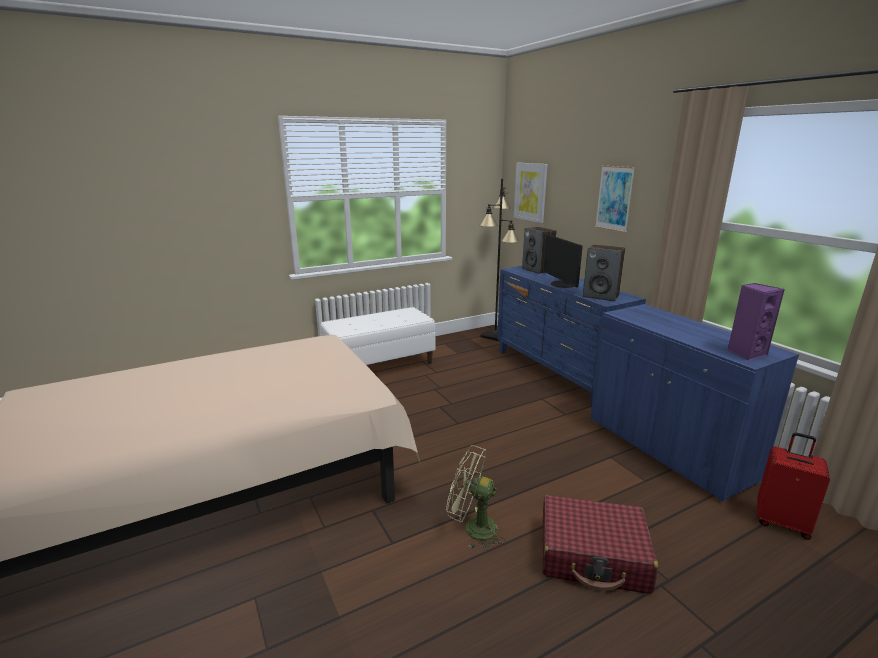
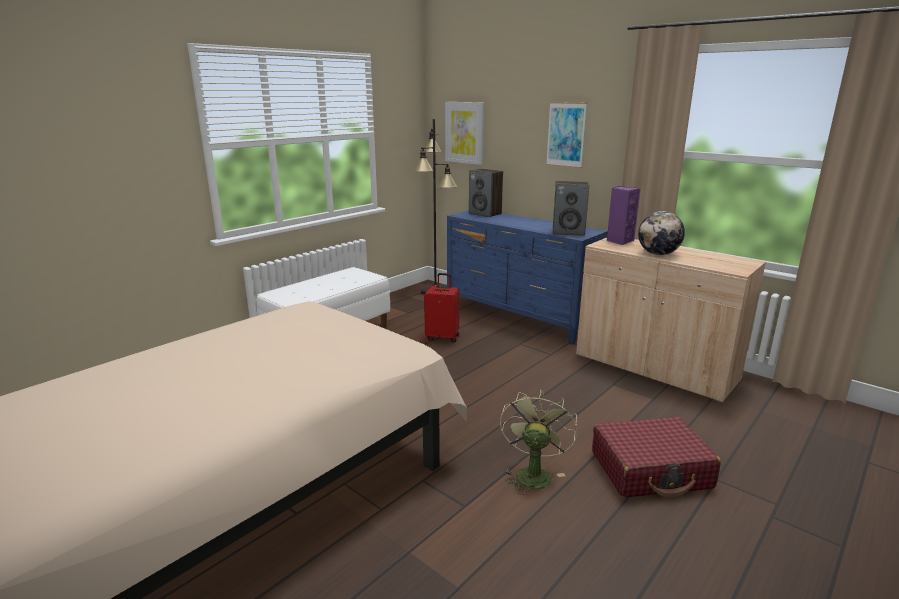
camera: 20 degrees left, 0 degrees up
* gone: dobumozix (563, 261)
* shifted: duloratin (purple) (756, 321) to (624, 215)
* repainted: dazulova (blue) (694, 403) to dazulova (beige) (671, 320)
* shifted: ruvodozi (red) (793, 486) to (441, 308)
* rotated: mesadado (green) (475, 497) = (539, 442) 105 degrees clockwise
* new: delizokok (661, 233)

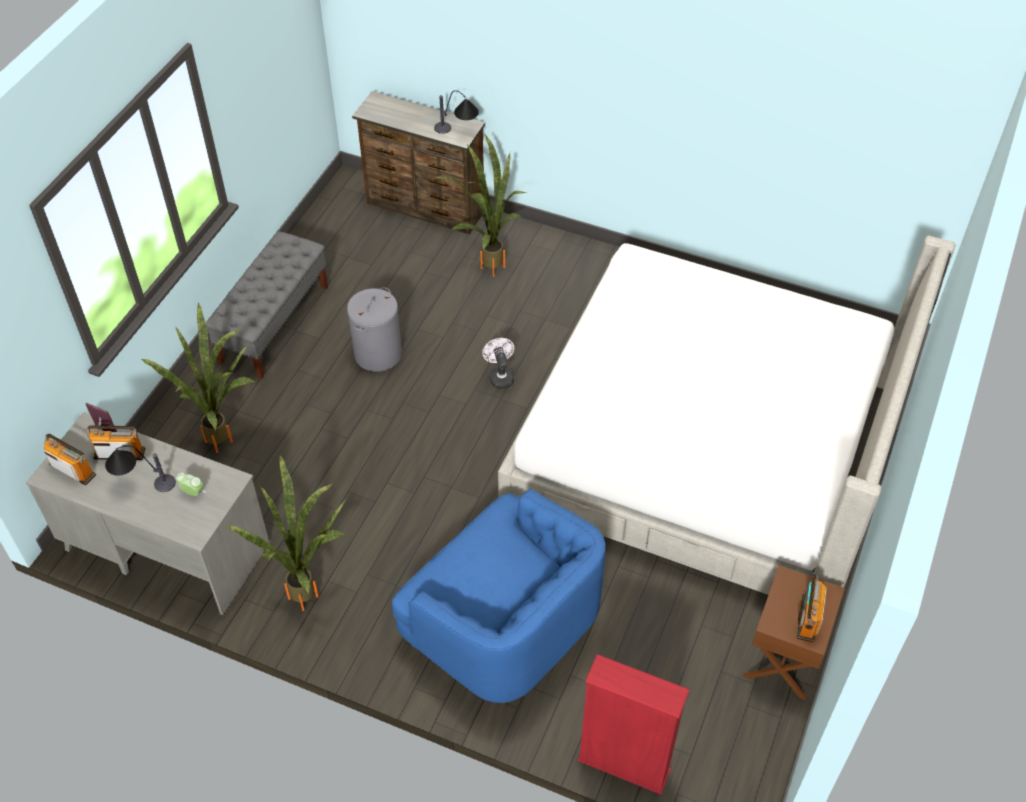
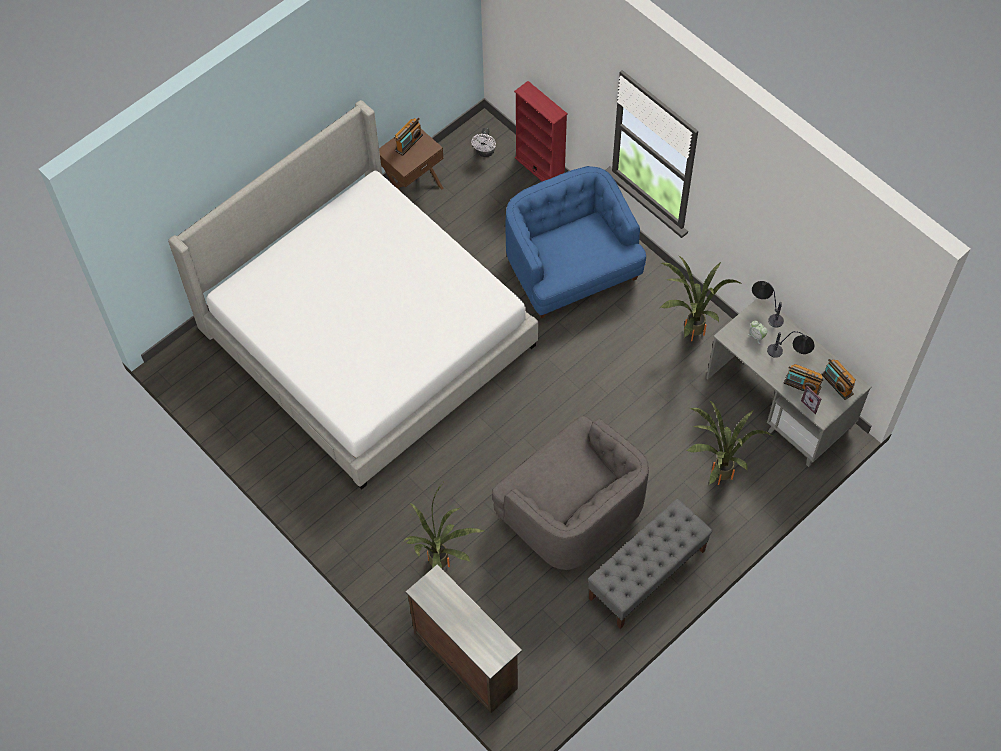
camera: 155 degrees left, 10 degrees up
* shifted: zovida (456, 112) to (768, 304)
* swapped: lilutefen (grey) (374, 329) to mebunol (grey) (570, 493)
* shifted: mesadado (white) (498, 363) to (483, 142)

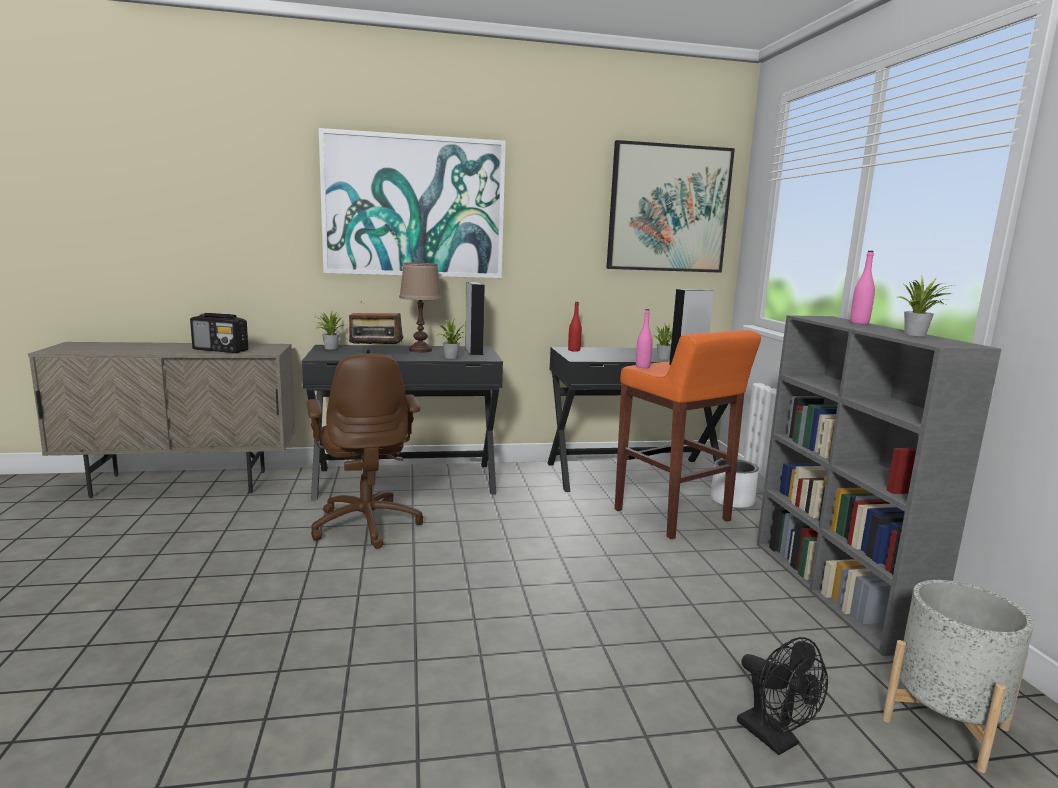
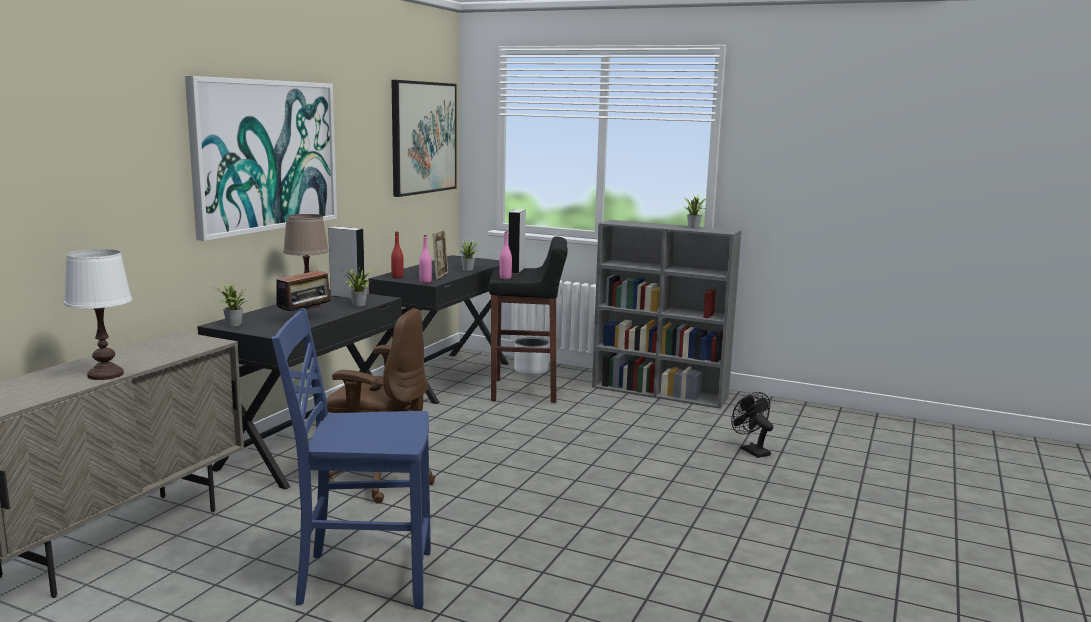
camera: 55 degrees left, 0 degrees up
* shifted: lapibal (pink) (862, 287) to (425, 259)
* gone: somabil (219, 333)
* repainted: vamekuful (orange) (688, 434) to vamekuful (black) (528, 320)
* gone: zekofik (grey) (958, 676)
* rotated: mesadado (black) (782, 696) = (752, 425) 120 degrees counterclockwise
* new: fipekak (440, 254)
* new: zovida (white) (98, 314)
* new: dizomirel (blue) (351, 458)

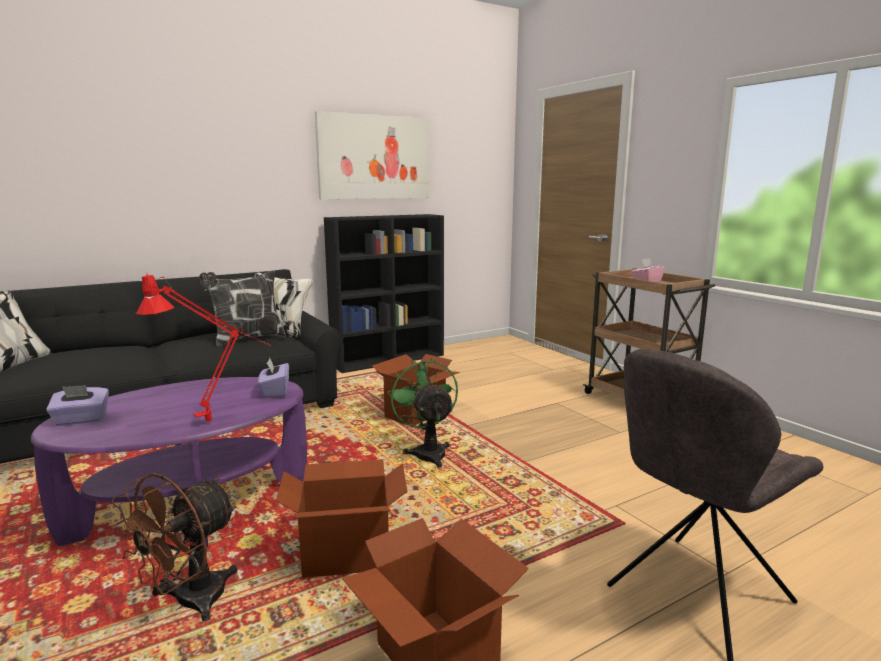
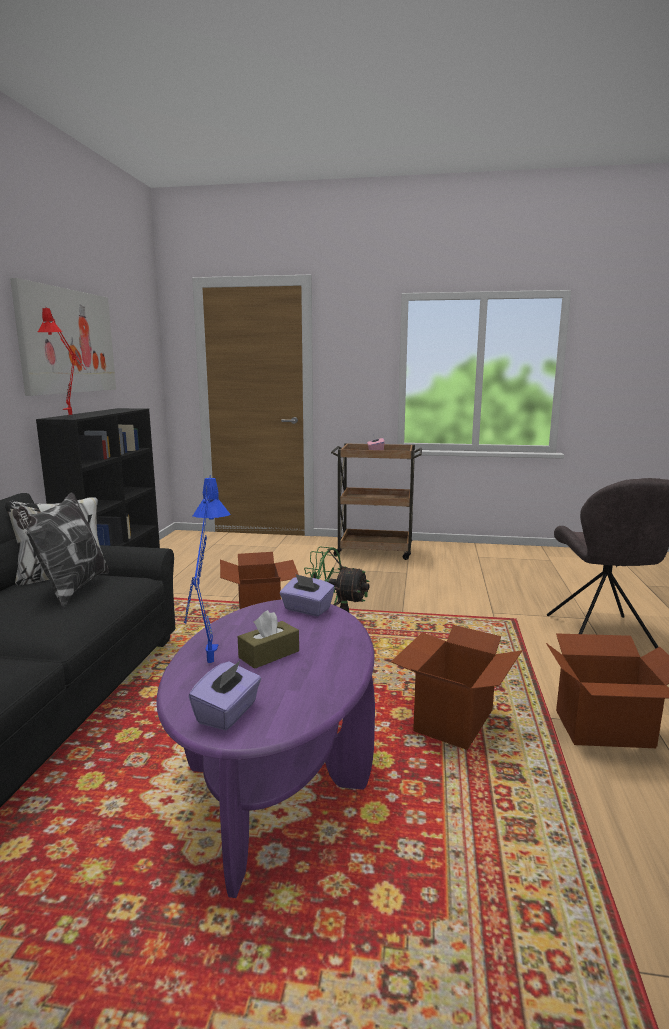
camera: 50 degrees left, 0 degrees up
* shifted: zovida (red) (203, 348) to (62, 361)
* gone: mesadado (brown) (174, 547)
* new: zovida (blue) (207, 570)
* new: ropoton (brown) (268, 639)

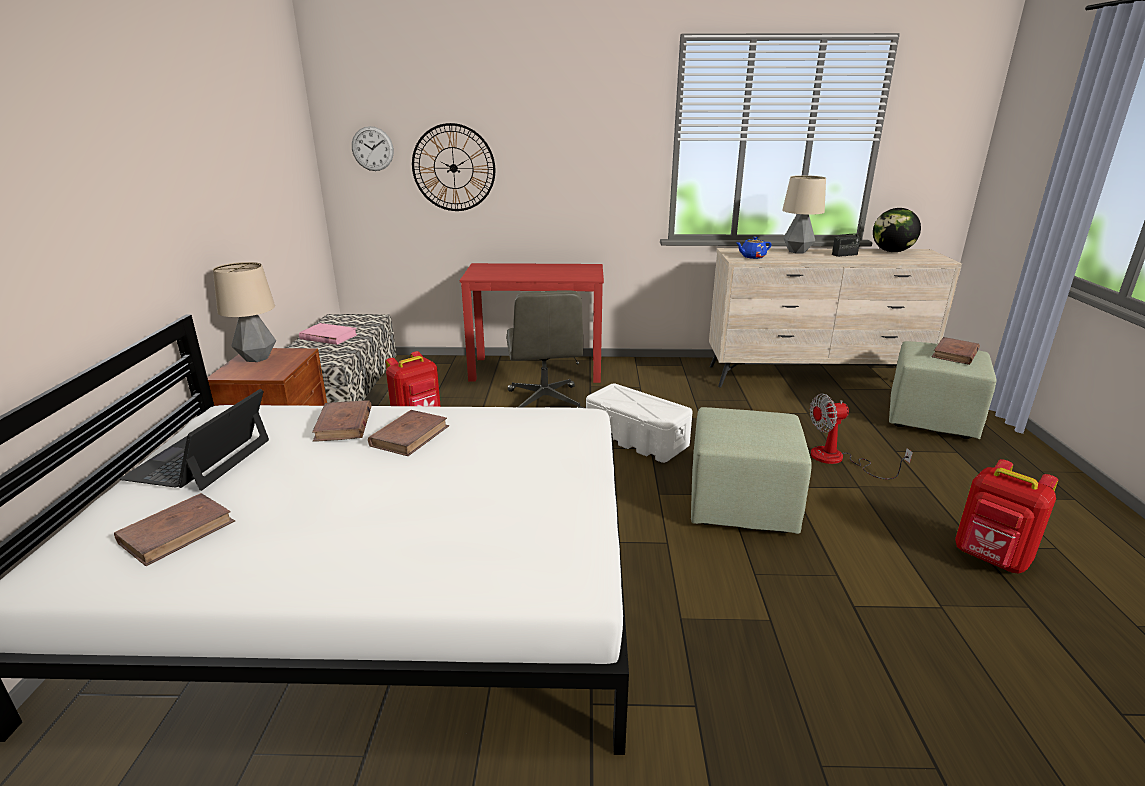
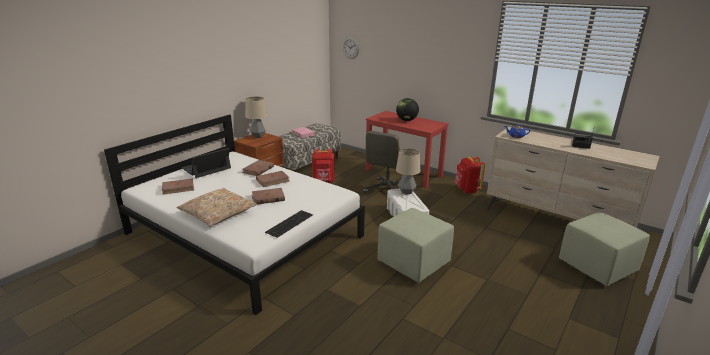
camera: 35 degrees right, 0 degrees up
* gone: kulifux (453, 167)
* shifted: zovida (804, 214) to (408, 171)
* shifted: delizokok (897, 230) to (407, 109)
* shifted: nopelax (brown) (956, 351) to (268, 196)
* gone: mesadado (861, 437)
* shifted: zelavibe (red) (1006, 516) to (470, 174)
* new: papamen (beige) (216, 207)
* new: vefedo (289, 224)

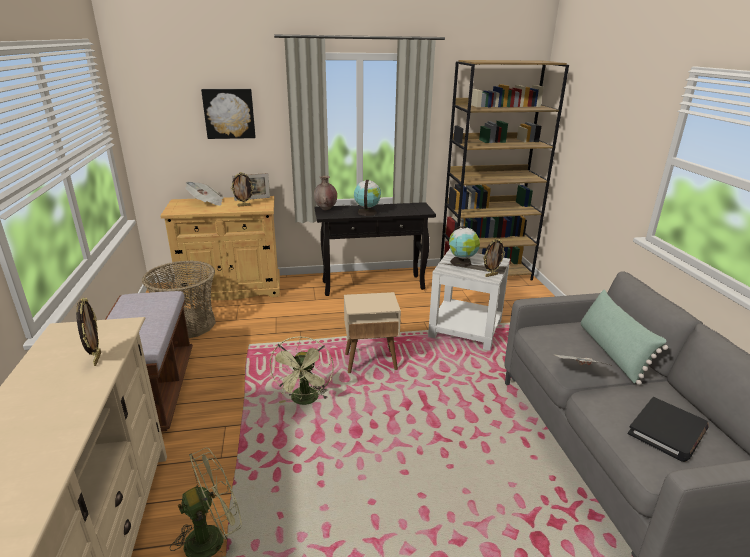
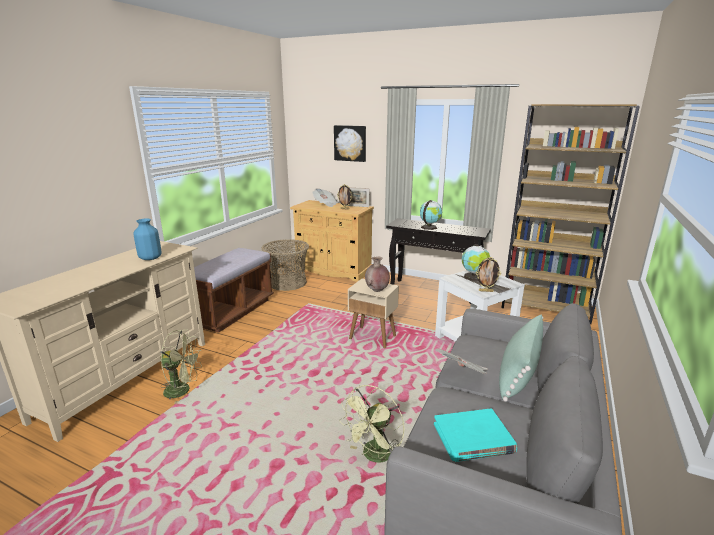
camera: 35 degrees right, 5 degrees down
* shifted: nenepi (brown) (325, 193) to (377, 274)
* swapped: fipekak (88, 331) to nenepi (blue) (148, 239)
* shifted: mesadado (green) (301, 370) to (371, 424)
* repainted: nopelax (black) (668, 429) to nopelax (turquoise) (475, 435)

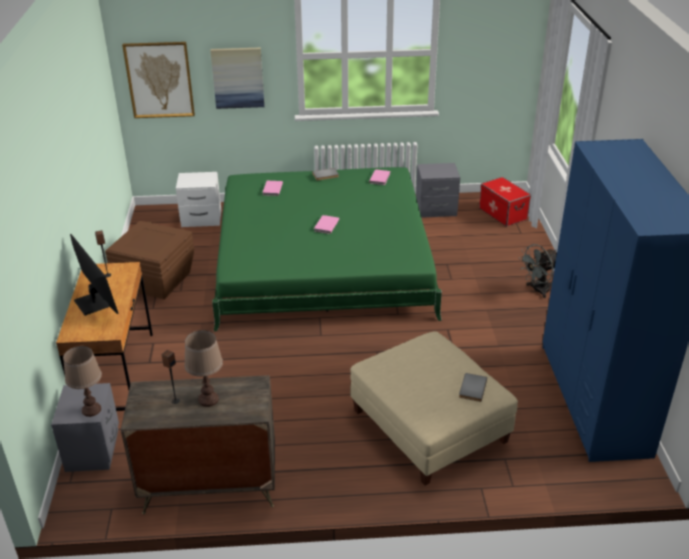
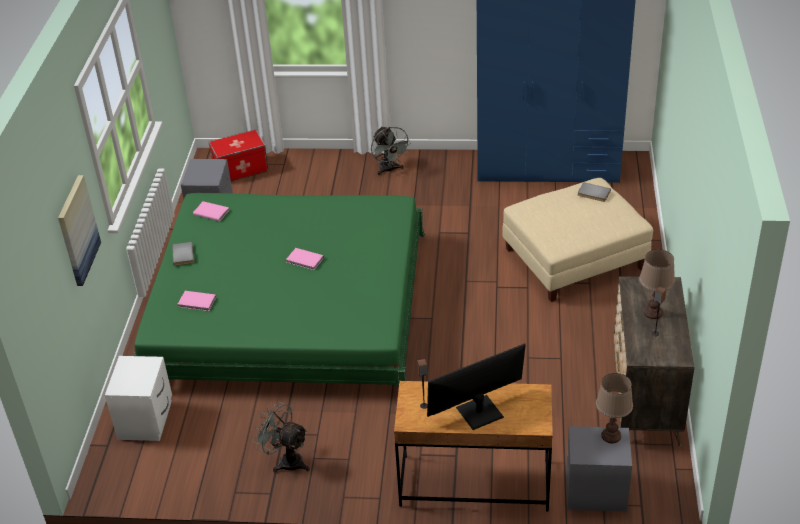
camera: 80 degrees left, 5 degrees up
* gone: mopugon (158, 80)
* swapped: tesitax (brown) (149, 260) to mesadado (grey) (281, 437)

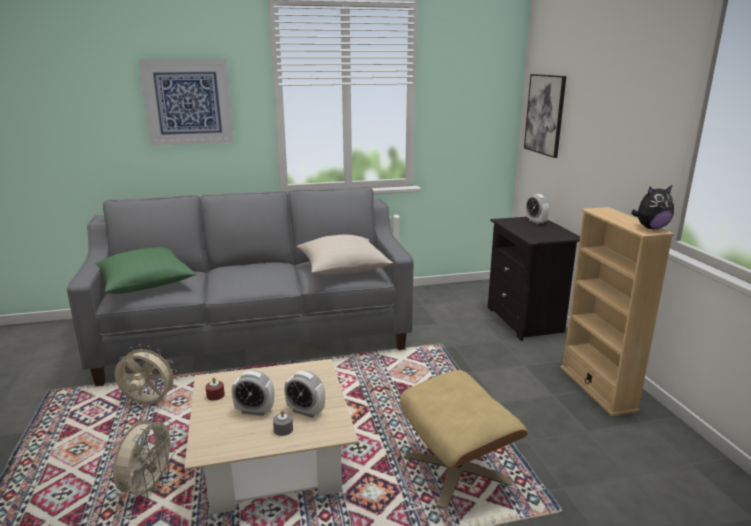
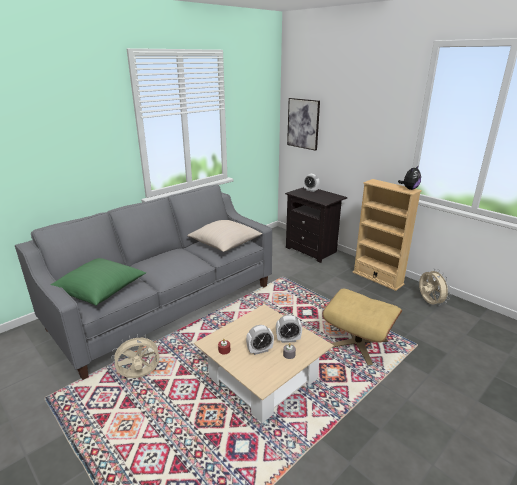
camera: 30 degrees left, 5 degrees up
* gone: mopugon (186, 102)
* shifted: mesadado (beige) (144, 458) to (435, 288)

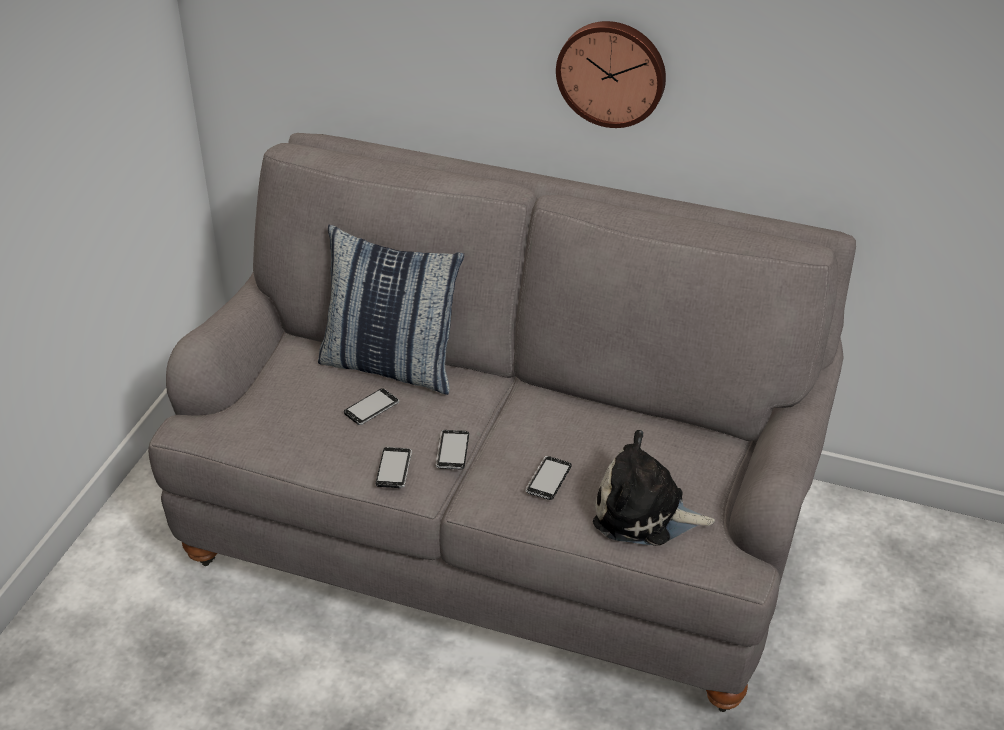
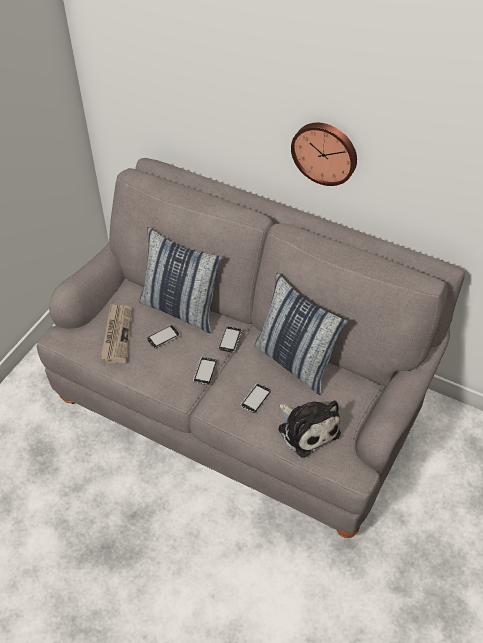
camera: 10 degrees right, 10 degrees up
* rotated: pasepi (654, 488) = (309, 429) 150 degrees counterclockwise
* shifted: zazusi (394, 467) to (230, 339)
* new: papamen (301, 333)
* new: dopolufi (116, 333)

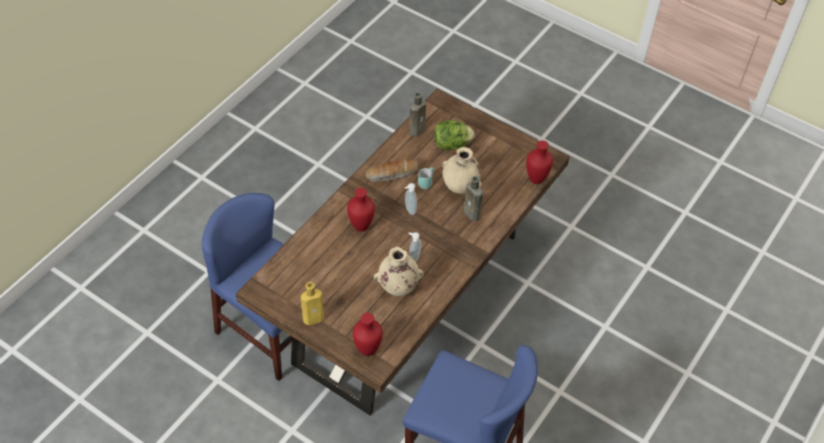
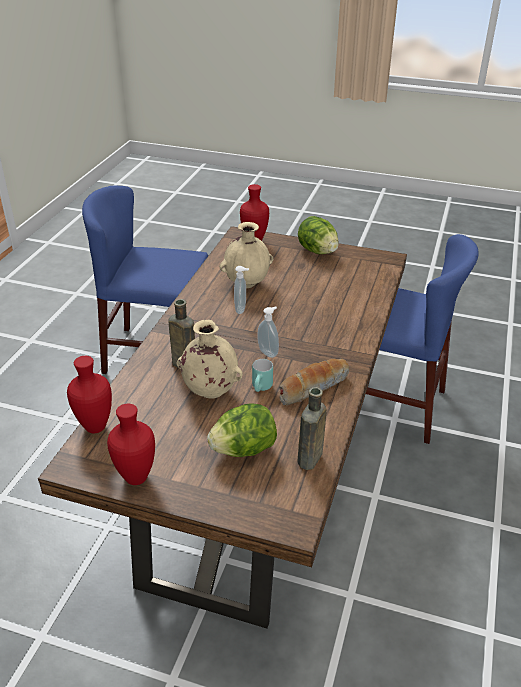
camera: 165 degrees right, 15 degrees down
* shifted: nenepi (red) (361, 210) to (131, 444)
* swapped: lapibal (yellow) (312, 303) to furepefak (318, 235)

